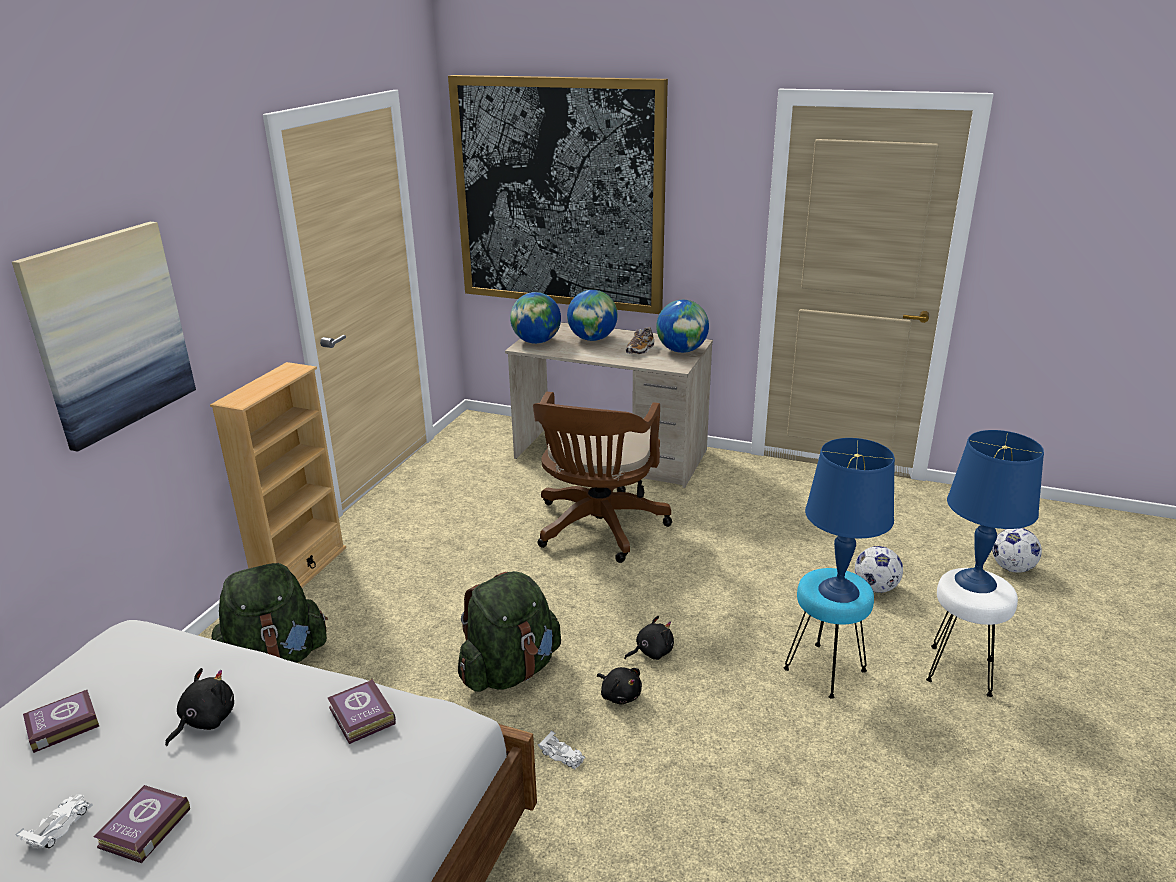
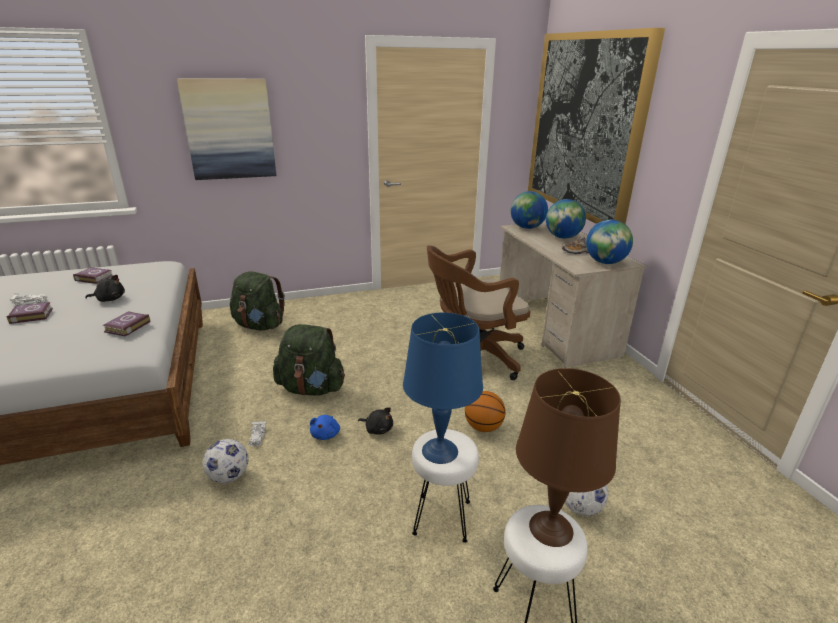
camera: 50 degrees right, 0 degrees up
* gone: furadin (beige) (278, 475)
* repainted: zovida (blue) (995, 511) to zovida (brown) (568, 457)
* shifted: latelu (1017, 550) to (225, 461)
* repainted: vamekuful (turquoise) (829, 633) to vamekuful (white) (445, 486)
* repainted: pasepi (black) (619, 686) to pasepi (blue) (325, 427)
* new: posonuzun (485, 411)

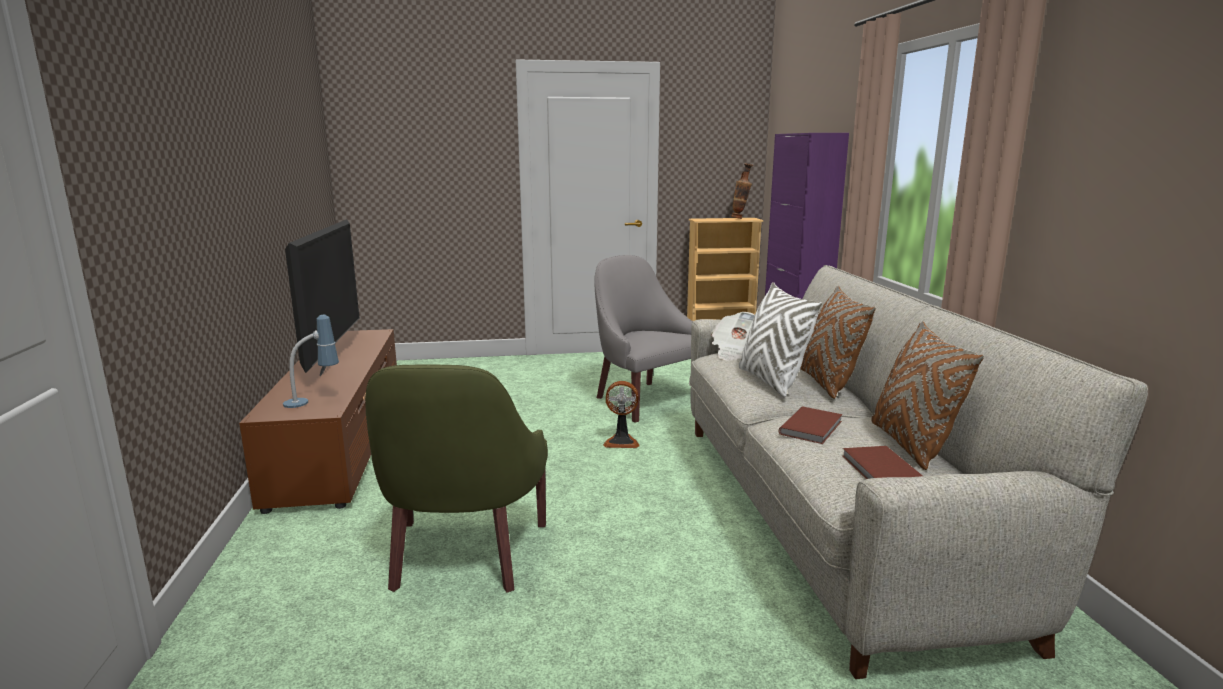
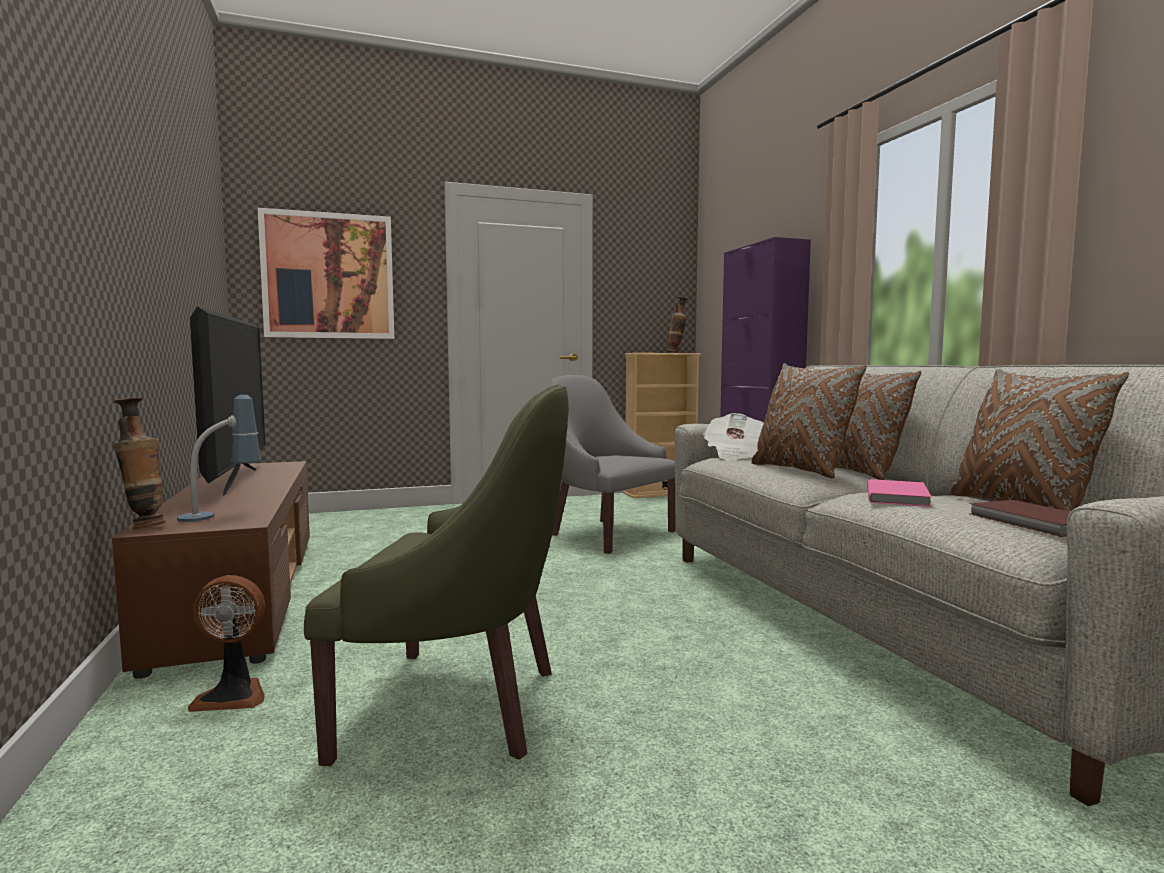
camera: 10 degrees left, 10 degrees down
* repainted: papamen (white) (780, 339) to papamen (brown) (809, 420)
* rotated: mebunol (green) (456, 478) = (436, 575) 75 degrees counterclockwise
* shifted: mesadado (621, 414) to (226, 643)
* repainted: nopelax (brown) (811, 425) to nopelax (pink) (899, 493)
* new: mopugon (326, 273)
* new: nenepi (139, 463)

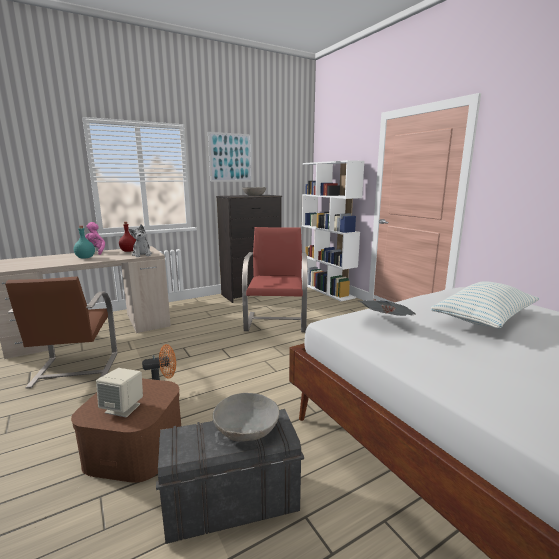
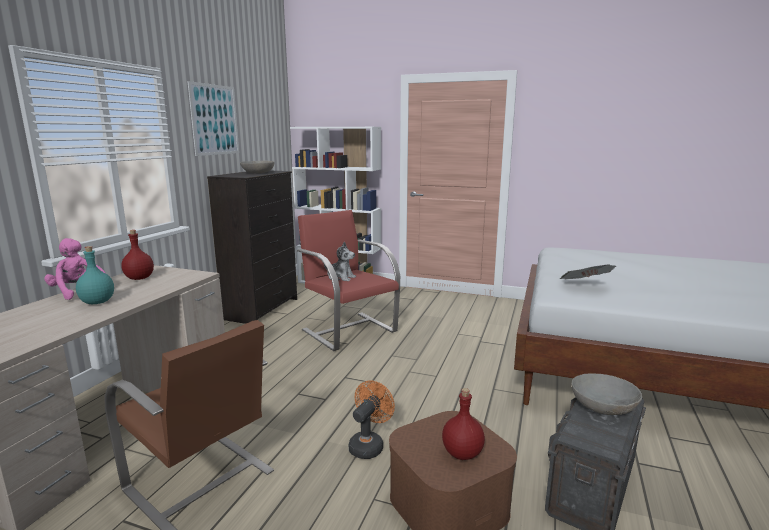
camera: 40 degrees left, 0 degrees up
* shifted: pasepi (140, 240) to (340, 261)
* gone: papamen (485, 304)
* swapped: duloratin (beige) (119, 392) to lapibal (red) (463, 424)

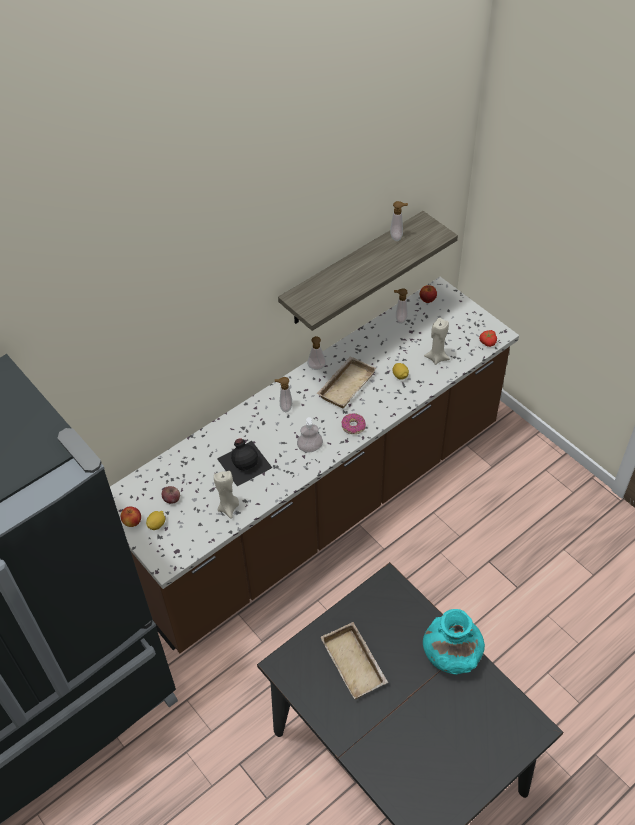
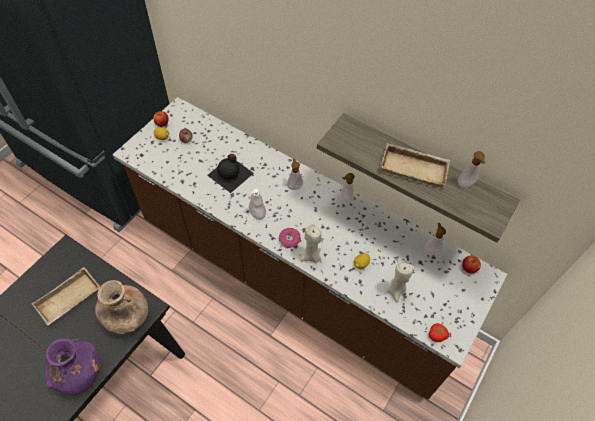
camera: 70 degrees right, 5 degrees up
* shifted: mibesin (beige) (347, 382) to (415, 165)
* shifted: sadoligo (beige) (226, 495) to (310, 243)
* repainted: nenepi (turquoise) (454, 642) to nenepi (purple) (72, 366)
* new: nenepi (brown) (121, 307)

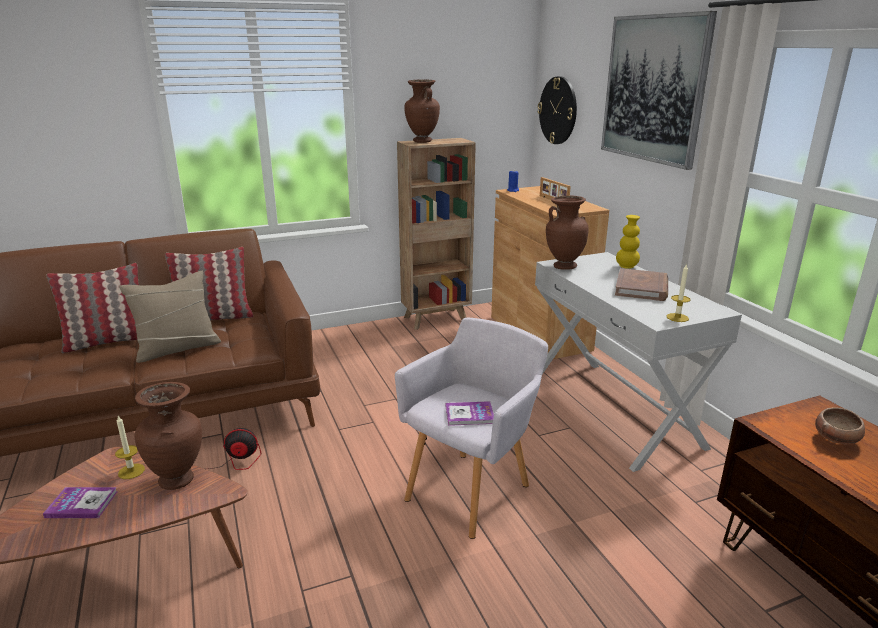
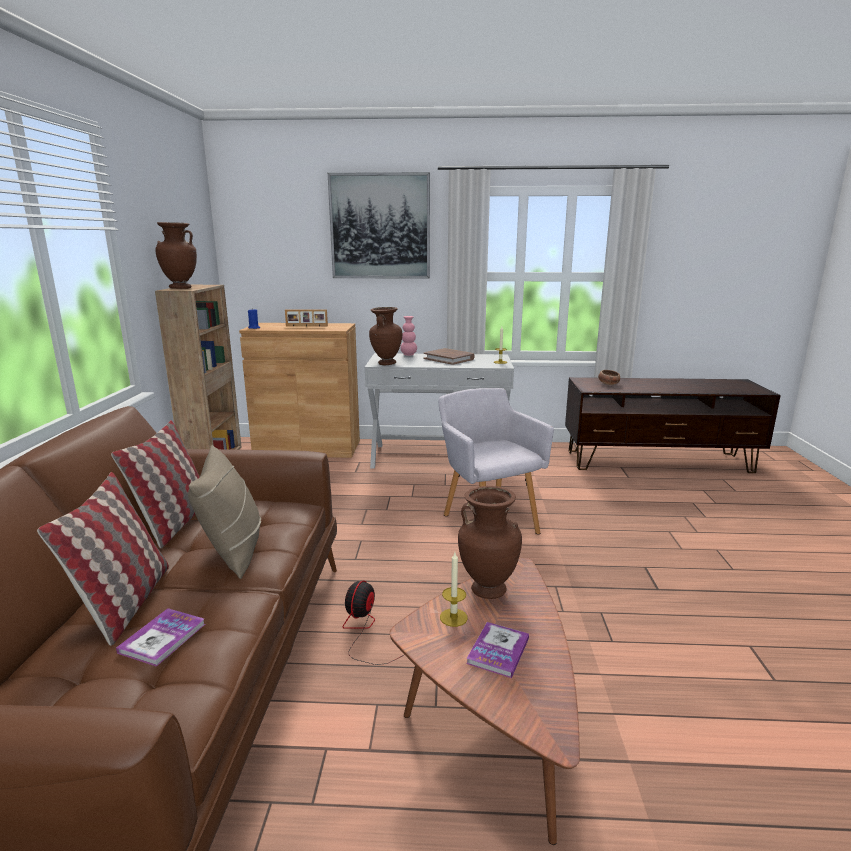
camera: 65 degrees left, 5 degrees down
* gone: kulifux (557, 110)
* repainted: nenepi (yellow) (628, 242) to nenepi (pink) (408, 336)
* shifted: nopelax (470, 413) to (160, 637)

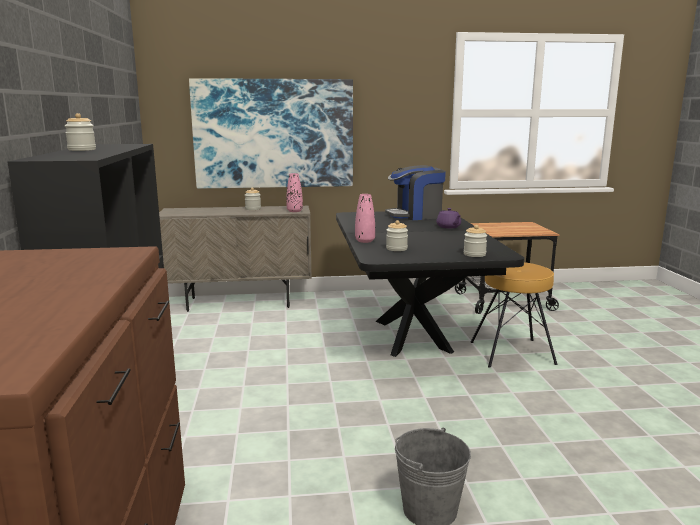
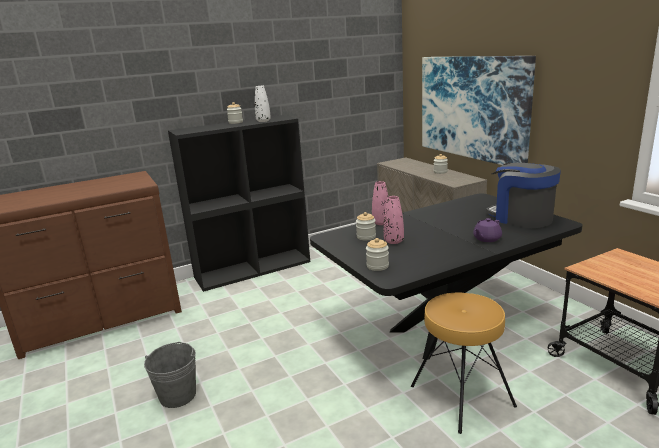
camera: 70 degrees right, 5 degrees up
* shifted: nenepi (pink) (294, 192) to (394, 220)
* new: nenepi (white) (263, 104)

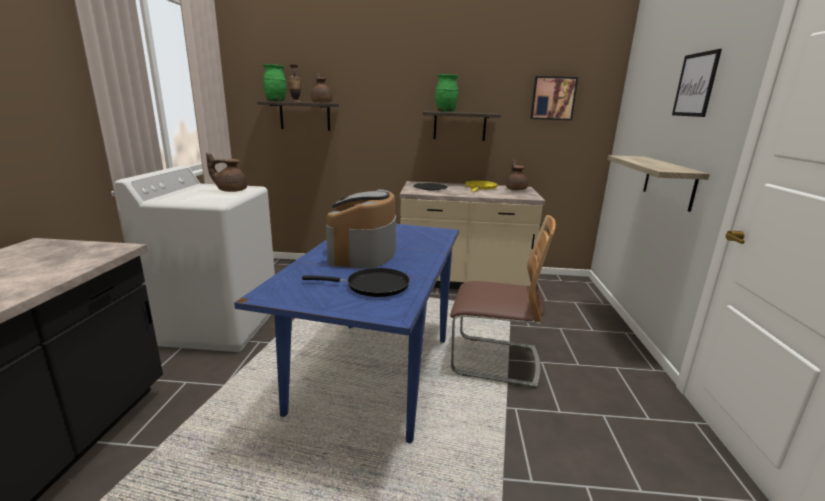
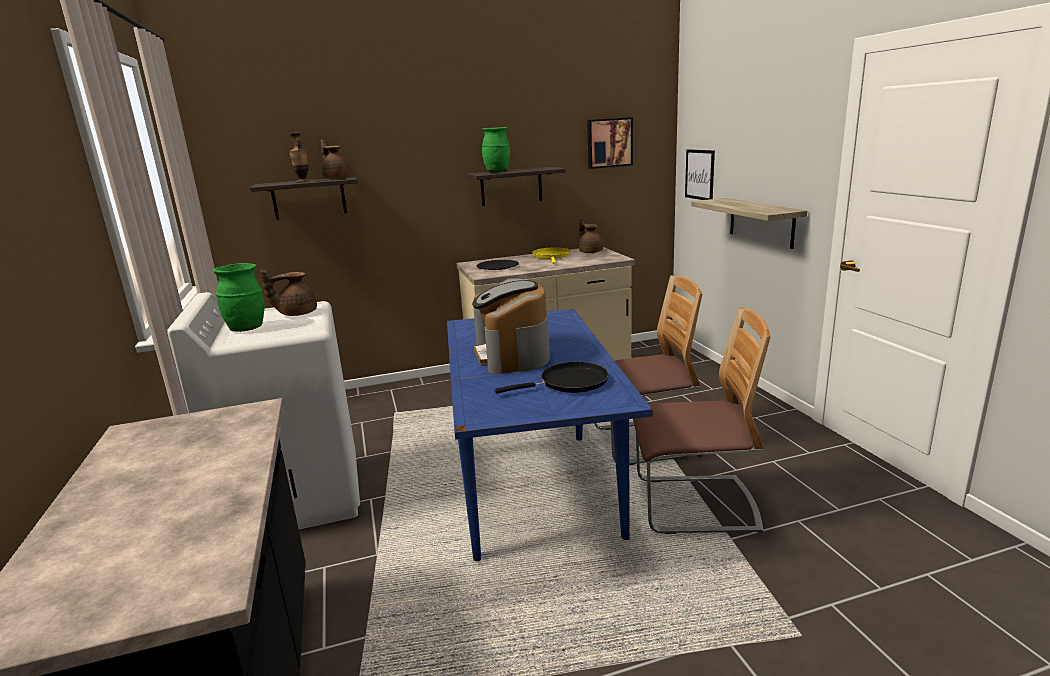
camera: 20 degrees left, 0 degrees up
* shifted: mopugon (697, 83) to (700, 174)
* shifted: nenepi (green) (275, 82) to (239, 297)
* new: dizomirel (701, 420)

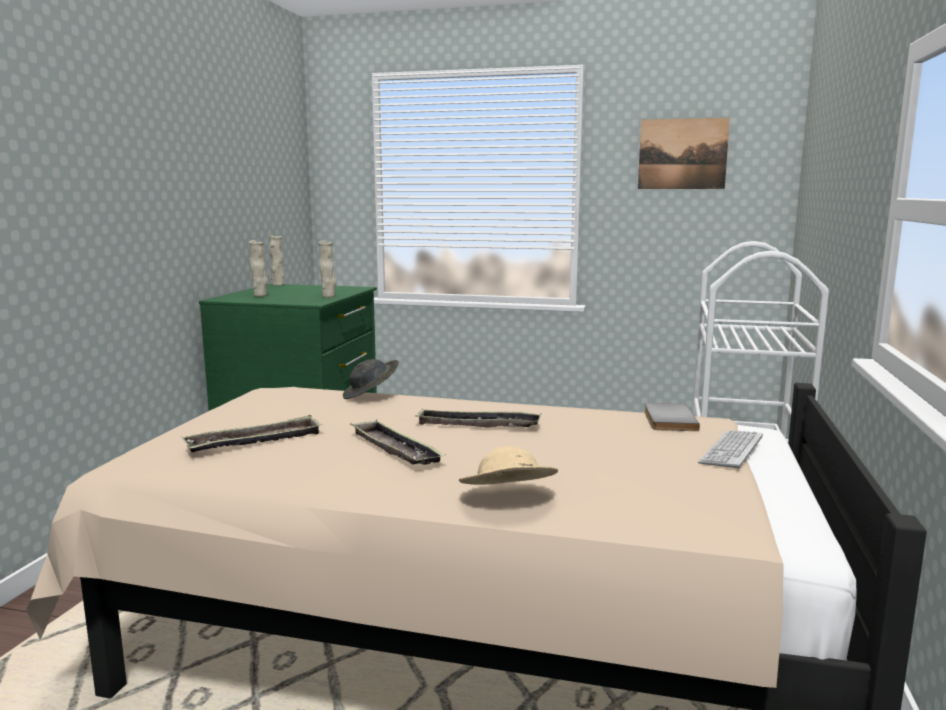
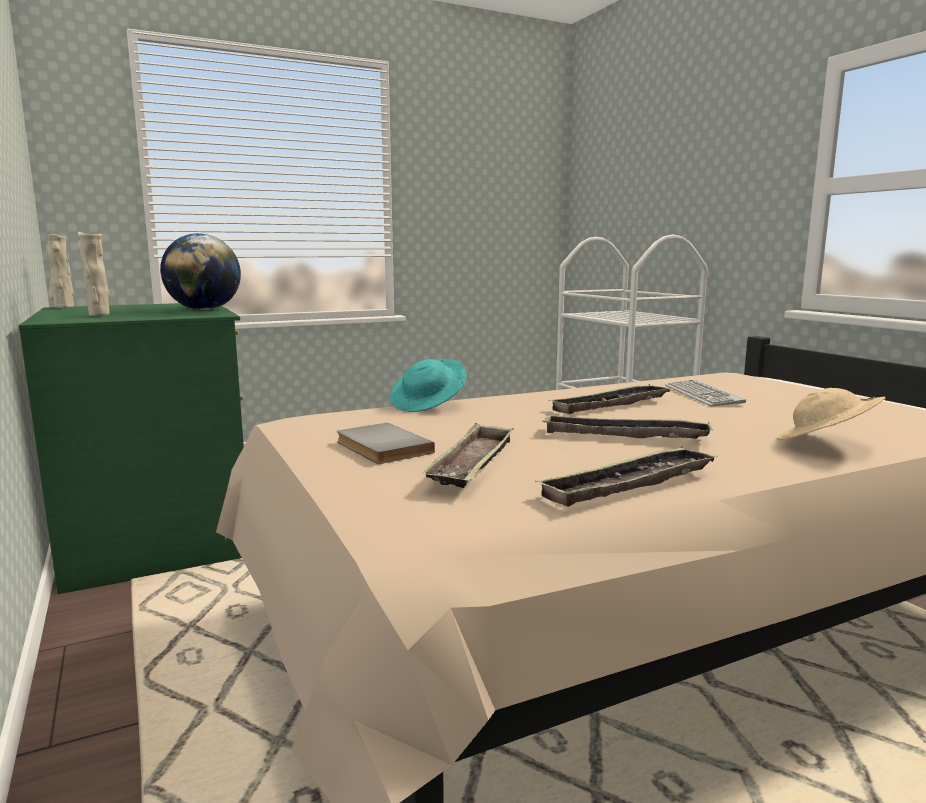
camera: 40 degrees left, 0 degrees up
* gone: mopugon (684, 153)
* swapped: nenepi (beige) (327, 269) to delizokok (200, 271)
* repainted: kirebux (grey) (371, 379) to kirebux (turquoise) (428, 385)
* shifted: nopelax (grey) (672, 417) to (386, 443)
* shifted: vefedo (730, 449) to (705, 392)
* new: mibesin (626, 476)

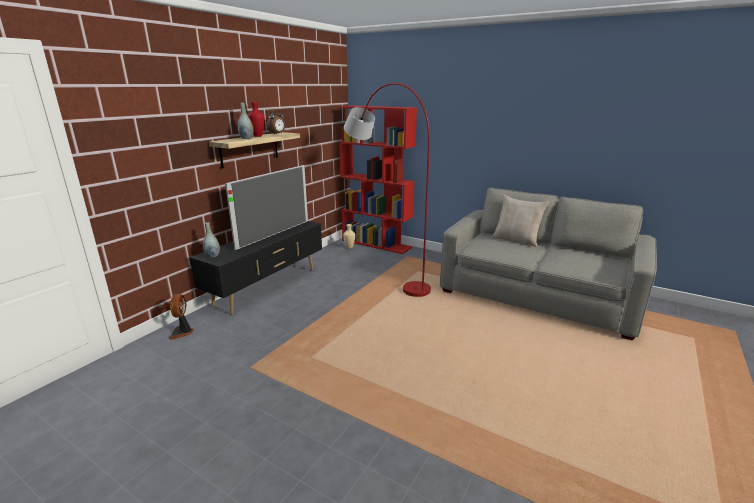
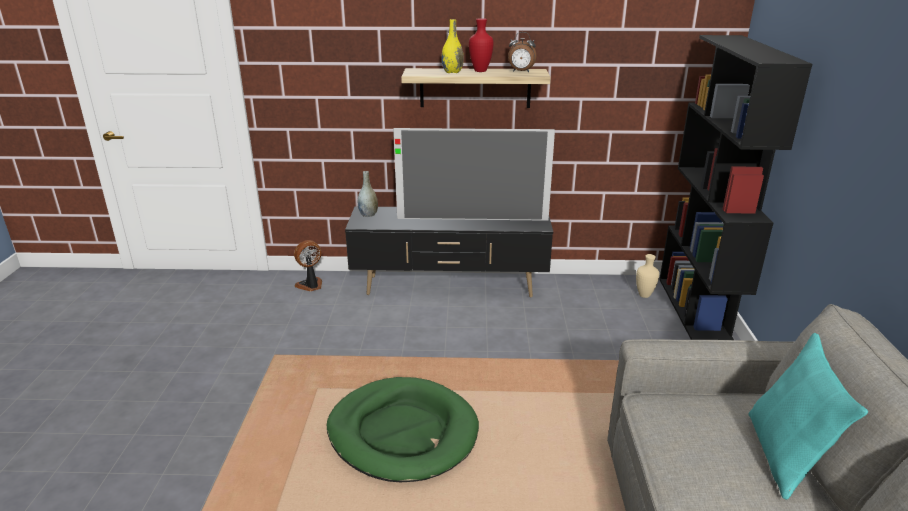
camera: 60 degrees right, 5 degrees up
* gone: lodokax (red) (387, 190)
* repainted: nenepi (grey) (246, 121) to nenepi (yellow) (452, 46)
* repainted: furadin (red) (377, 179) to furadin (black) (735, 187)
* repainted: papamen (beige) (520, 220) to papamen (turquoise) (808, 416)
* new: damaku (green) (403, 429)

